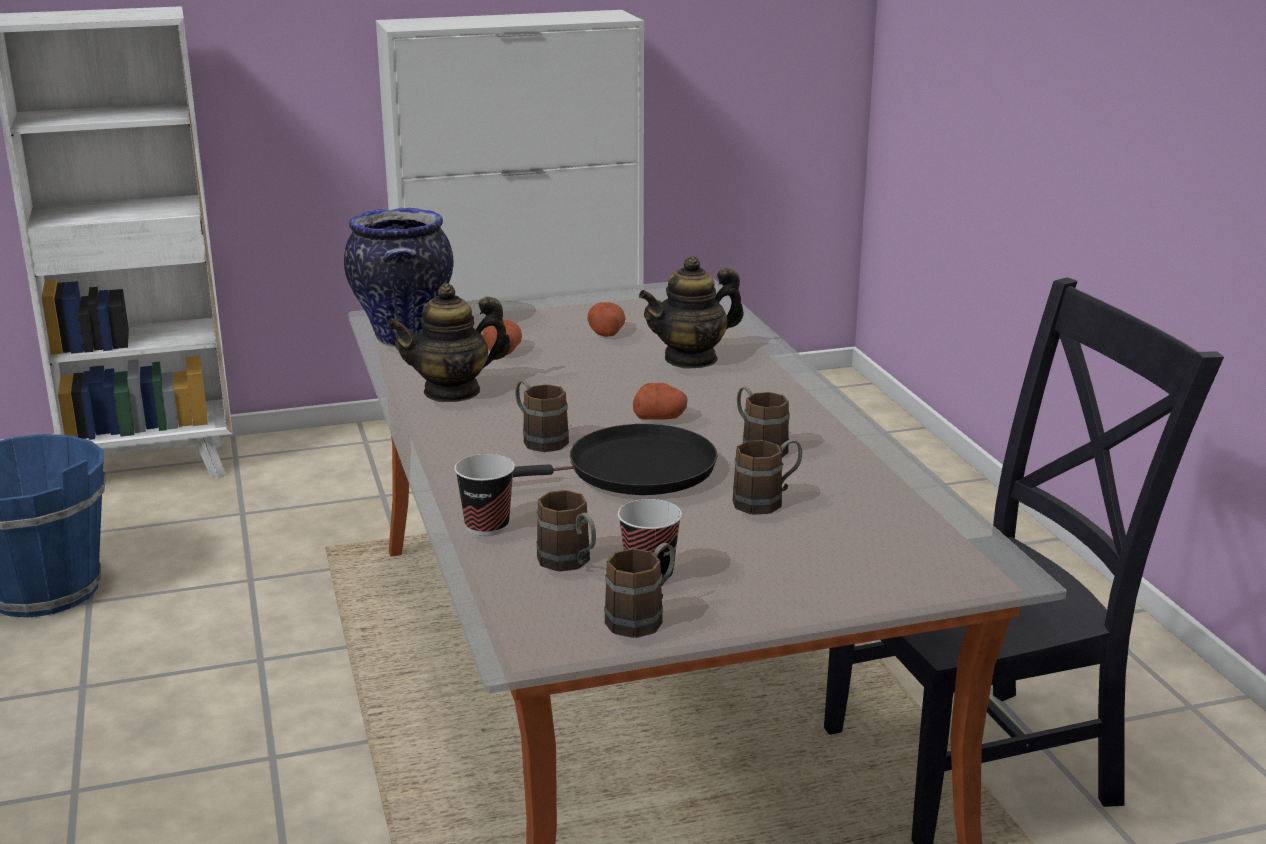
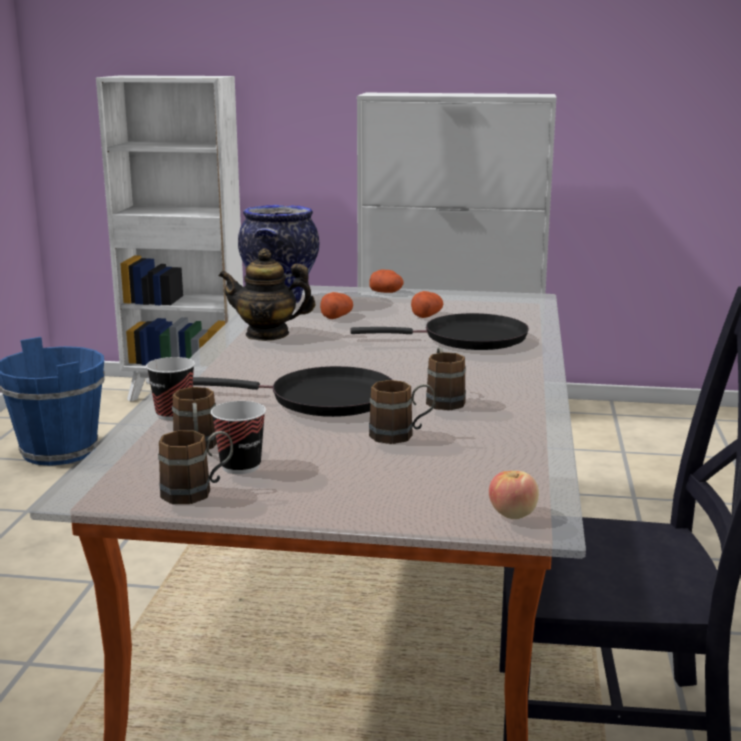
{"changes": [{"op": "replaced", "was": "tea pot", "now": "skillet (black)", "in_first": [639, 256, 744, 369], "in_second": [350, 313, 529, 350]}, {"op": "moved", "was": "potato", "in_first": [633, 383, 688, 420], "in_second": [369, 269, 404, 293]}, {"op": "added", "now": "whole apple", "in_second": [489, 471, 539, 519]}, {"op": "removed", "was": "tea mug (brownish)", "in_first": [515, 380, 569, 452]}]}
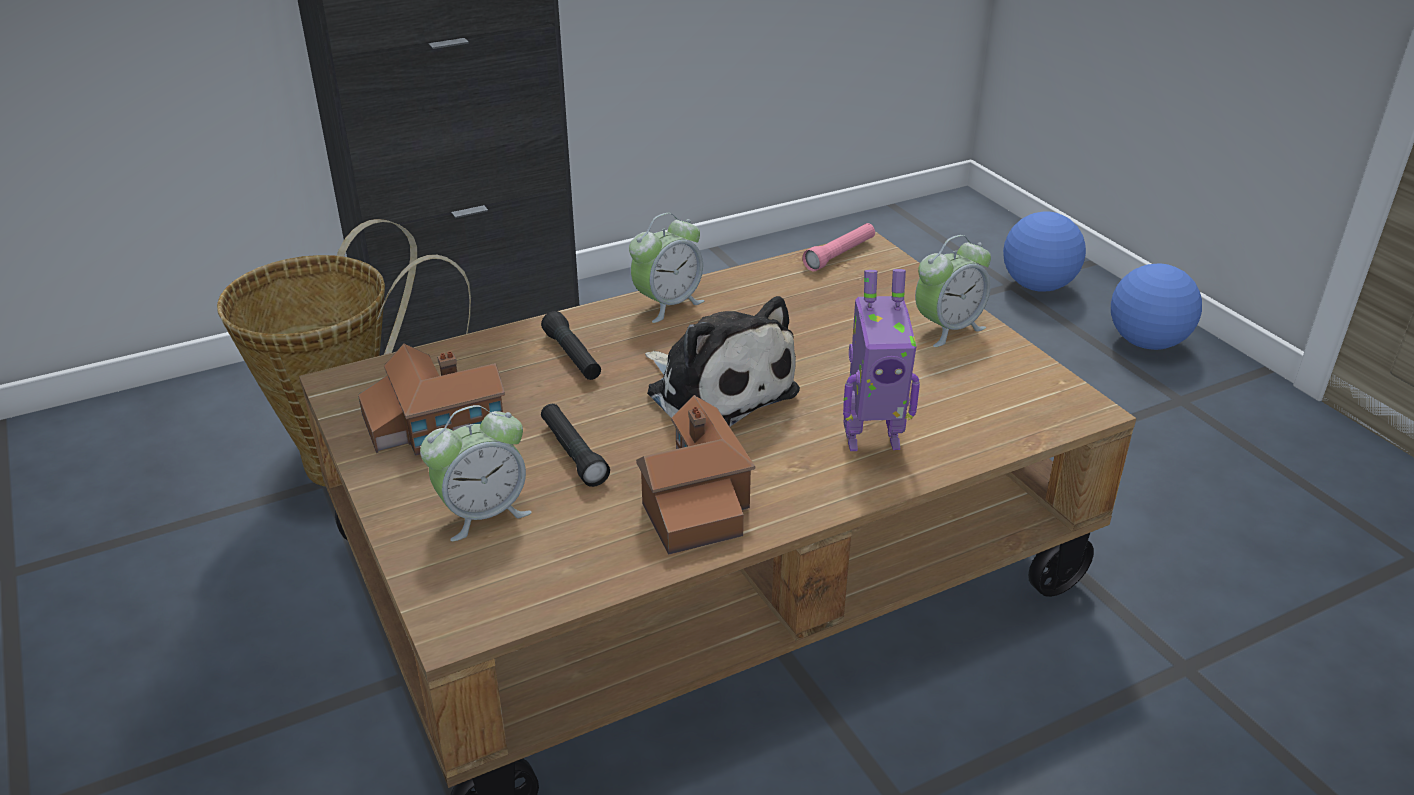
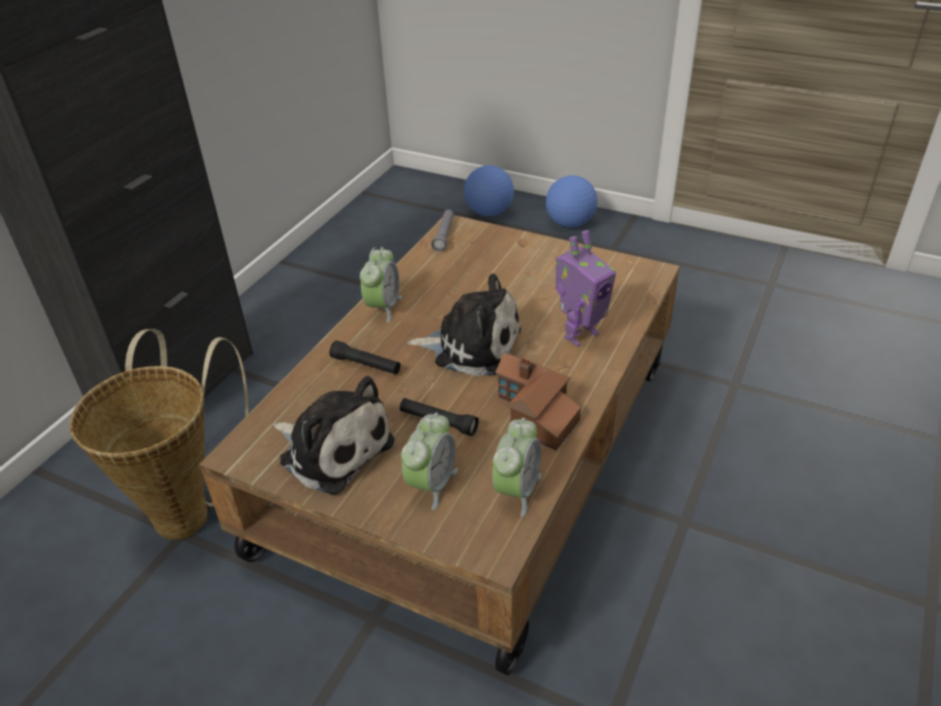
{"changes": [{"op": "replaced", "was": "toy house", "now": "plush toy", "in_first": [358, 343, 505, 456], "in_second": [273, 376, 394, 495]}, {"op": "recoloured", "was": "hand torch (pinkish)", "now": "hand torch (grey)", "in_first": [802, 223, 875, 271], "in_second": [431, 210, 454, 252]}, {"op": "moved", "was": "alarm clock", "in_first": [915, 235, 991, 347], "in_second": [492, 418, 542, 517]}]}
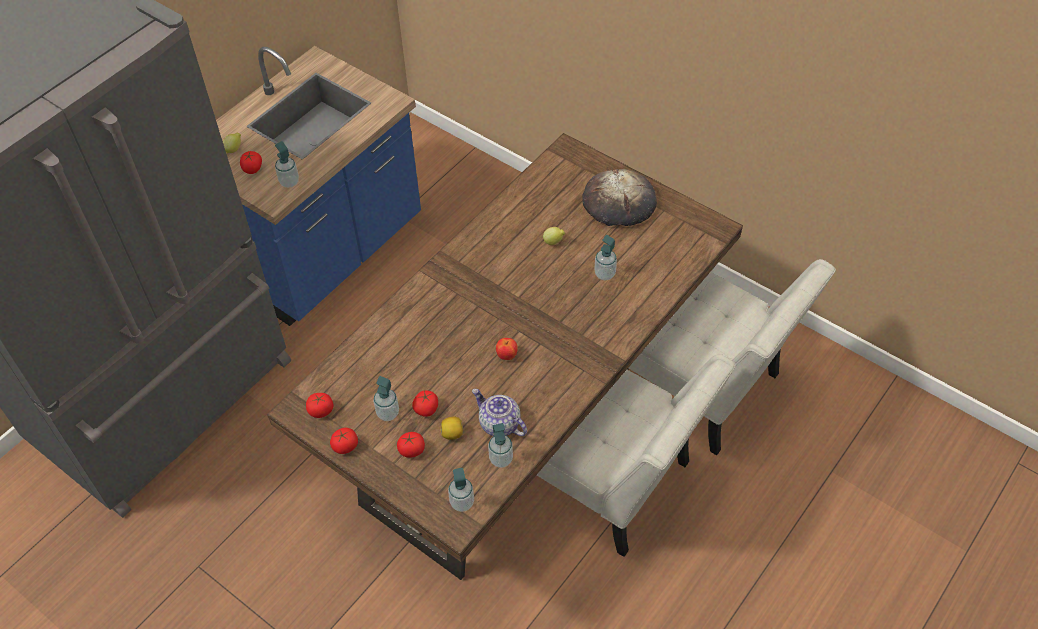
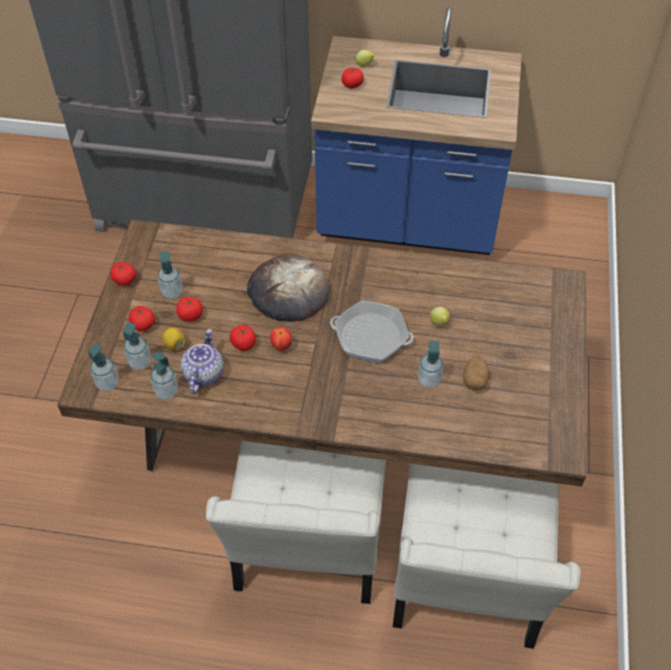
{"changes": [{"op": "moved", "was": "liquid soap bottle", "in_first": [275, 141, 299, 188], "in_second": [123, 322, 151, 370]}, {"op": "moved", "was": "fresh tomato", "in_first": [306, 393, 333, 418], "in_second": [230, 325, 256, 351]}, {"op": "moved", "was": "baked bread", "in_first": [582, 169, 657, 226], "in_second": [247, 255, 330, 322]}, {"op": "added", "now": "skillet", "in_second": [330, 301, 414, 362]}, {"op": "added", "now": "potato", "in_second": [463, 356, 490, 390]}]}
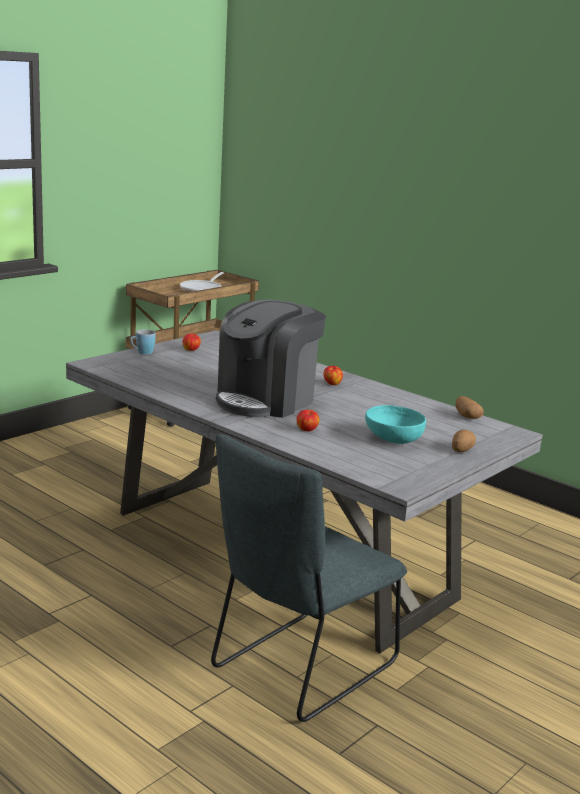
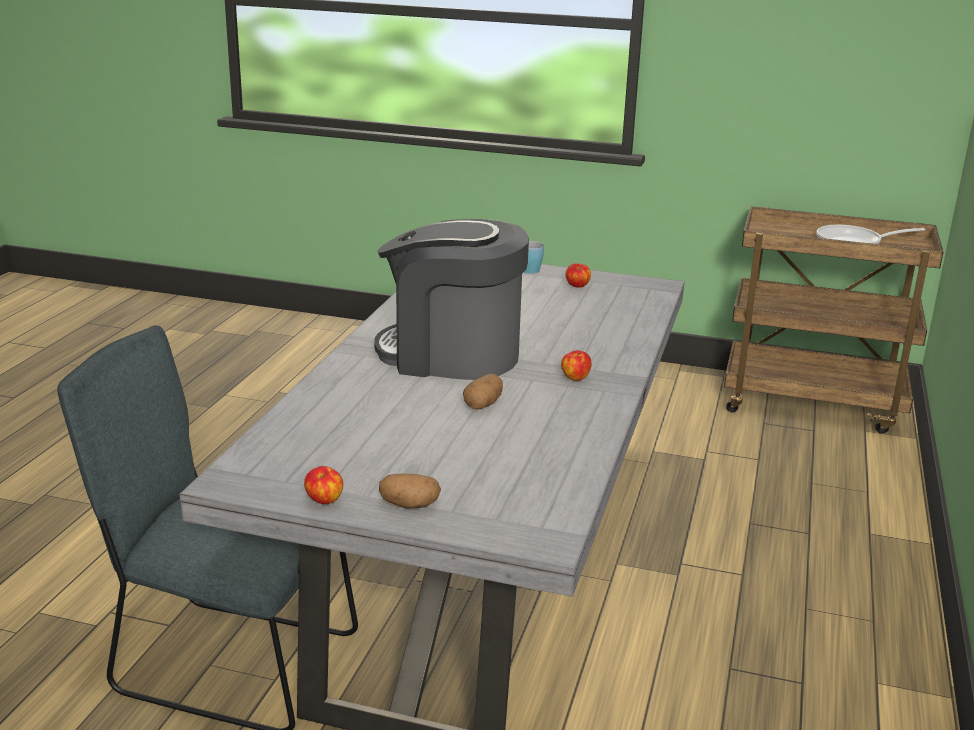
{"changes": [{"op": "moved", "was": "whole apple", "in_first": [296, 410, 320, 431], "in_second": [304, 466, 343, 504]}, {"op": "moved", "was": "potato", "in_first": [456, 396, 484, 419], "in_second": [463, 374, 503, 409]}, {"op": "removed", "was": "serving bowl (blue-green)", "in_first": [365, 405, 426, 444]}]}
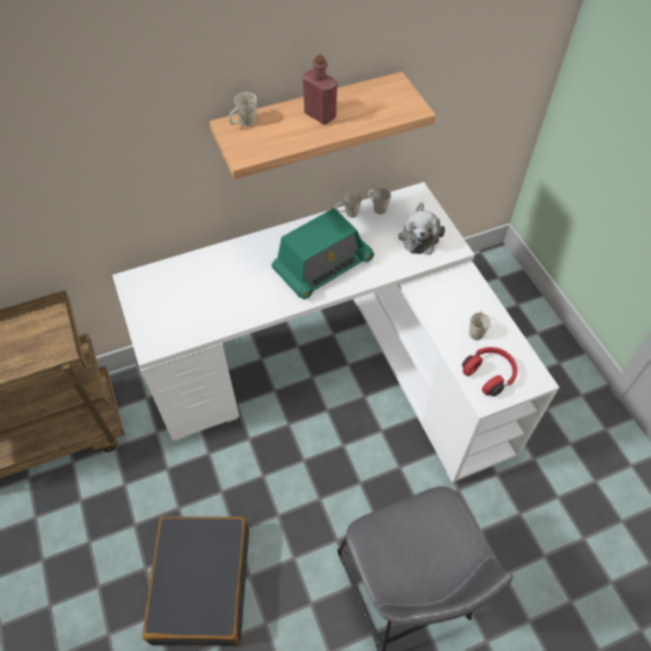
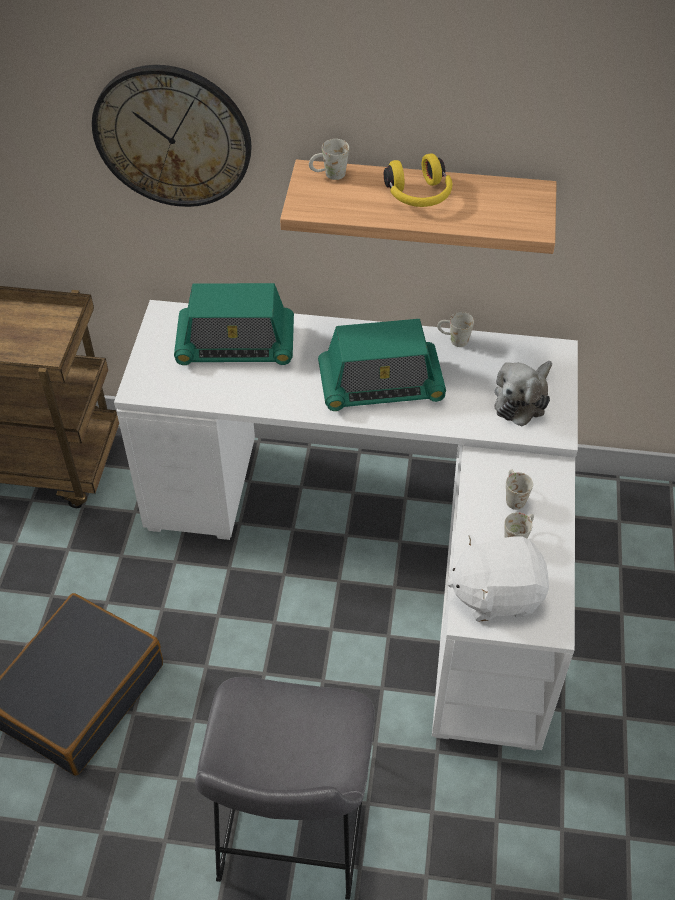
{"changes": [{"op": "added", "now": "wall clock", "in_second": [92, 65, 252, 207]}, {"op": "added", "now": "radio set", "in_second": [174, 283, 294, 365]}, {"op": "replaced", "was": "drink bottle (red)", "now": "headphones (yellowish)", "in_first": [303, 54, 337, 125], "in_second": [384, 154, 453, 207]}, {"op": "replaced", "was": "headphones (red)", "now": "plush toy (white-coloured)", "in_first": [462, 347, 517, 396], "in_second": [447, 534, 549, 622]}, {"op": "moved", "was": "tea mug (white-coloured)", "in_first": [368, 188, 391, 214], "in_second": [506, 469, 533, 510]}]}
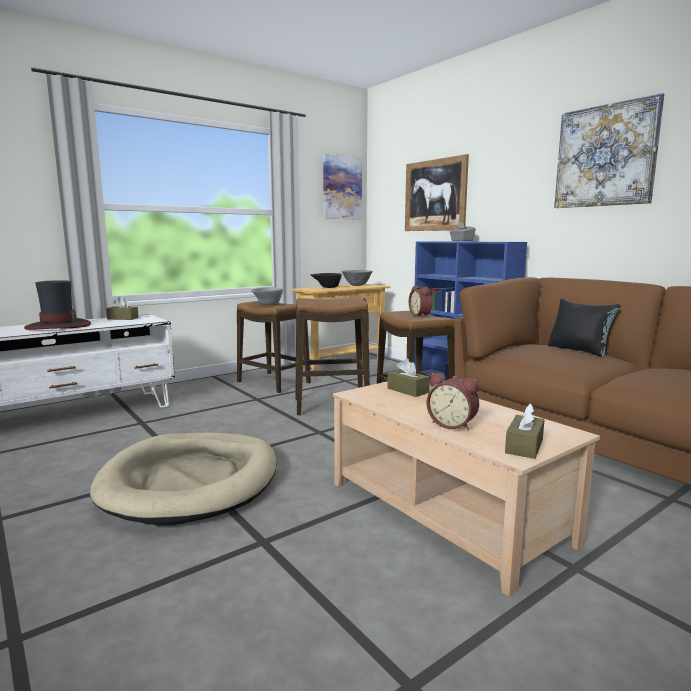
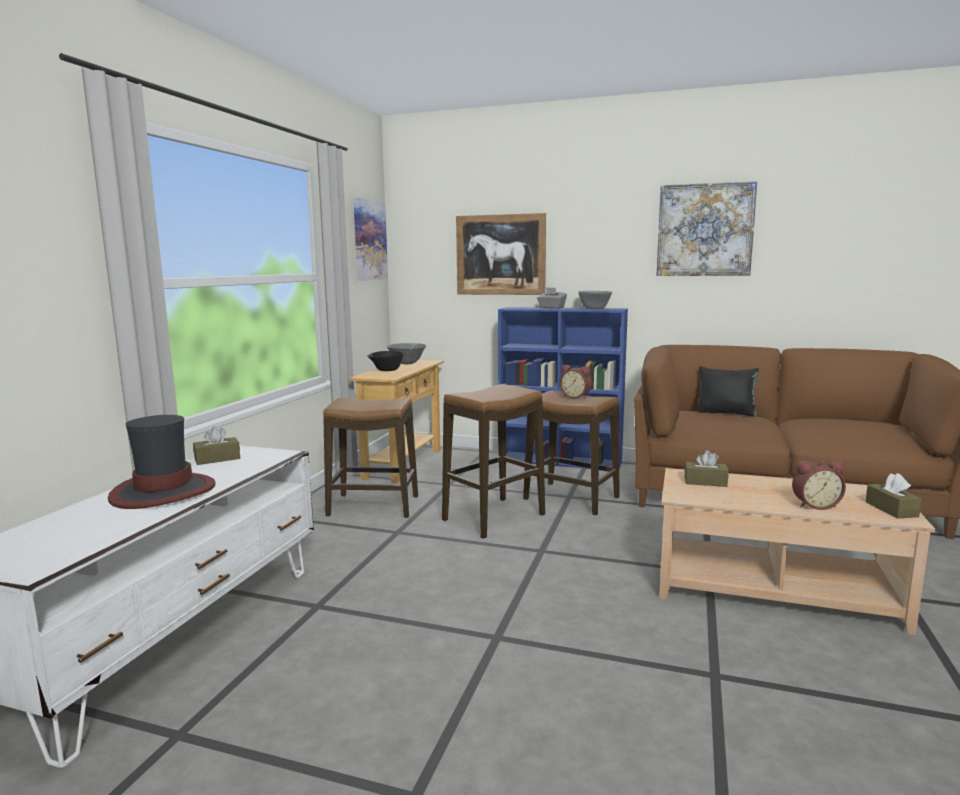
{"changes": [{"op": "moved", "was": "serving bowl (grey)", "in_first": [251, 287, 283, 305], "in_second": [578, 291, 612, 309]}, {"op": "removed", "was": "dog bed (sand-coloured)", "in_first": [90, 432, 276, 525]}]}
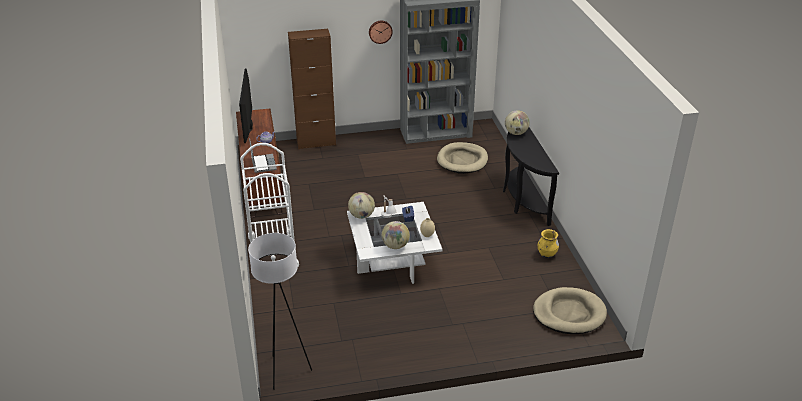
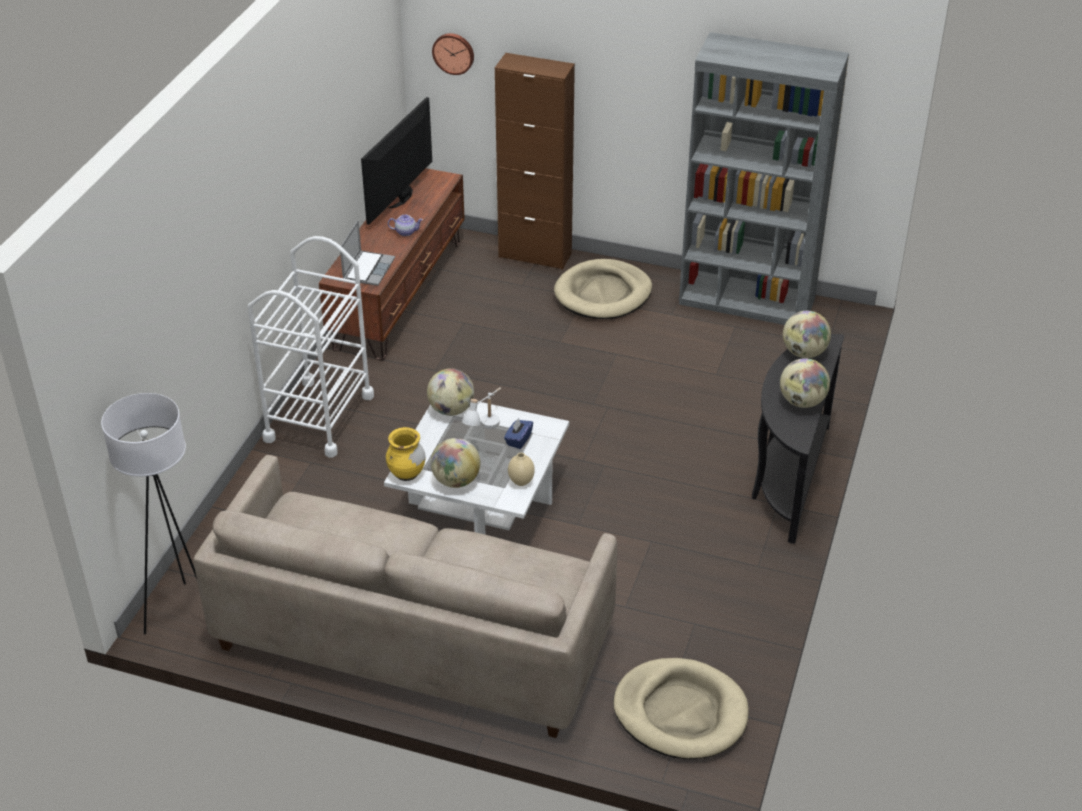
{"changes": [{"op": "added", "now": "sofa (sand-coloured)", "in_second": [193, 455, 617, 738]}, {"op": "moved", "was": "decorative vase (yellowish)", "in_first": [538, 229, 559, 258], "in_second": [386, 427, 426, 481]}, {"op": "moved", "was": "wall clock", "in_first": [369, 21, 393, 44], "in_second": [432, 33, 474, 75]}, {"op": "moved", "was": "dog bed (sand-coloured)", "in_first": [437, 142, 488, 174], "in_second": [554, 259, 652, 319]}, {"op": "added", "now": "globe", "in_second": [780, 358, 830, 408]}]}
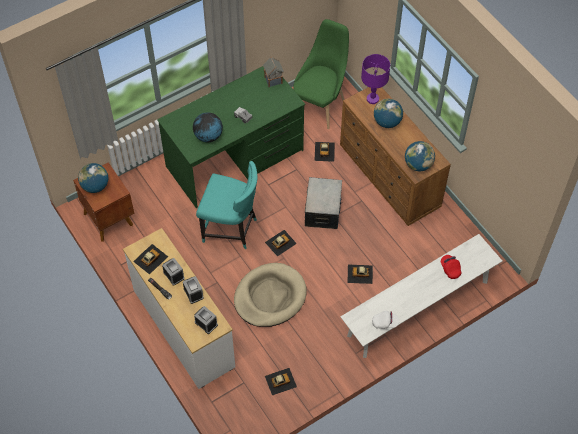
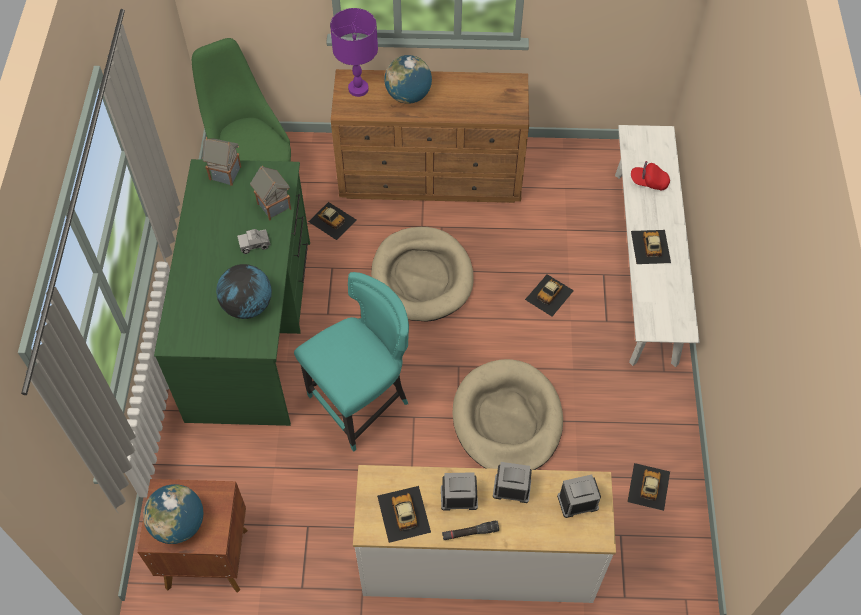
{"changes": [{"op": "added", "now": "toy house", "in_second": [250, 166, 291, 220]}, {"op": "replaced", "was": "storage box", "now": "dog bed (sand-coloured)", "in_first": [305, 177, 342, 229], "in_second": [371, 227, 473, 321]}, {"op": "moved", "was": "toy car", "in_first": [265, 230, 297, 256], "in_second": [631, 230, 671, 264]}, {"op": "removed", "was": "peaked cap (white-coloured)", "in_first": [372, 311, 400, 329]}, {"op": "removed", "was": "globe", "in_first": [405, 141, 435, 171]}]}
